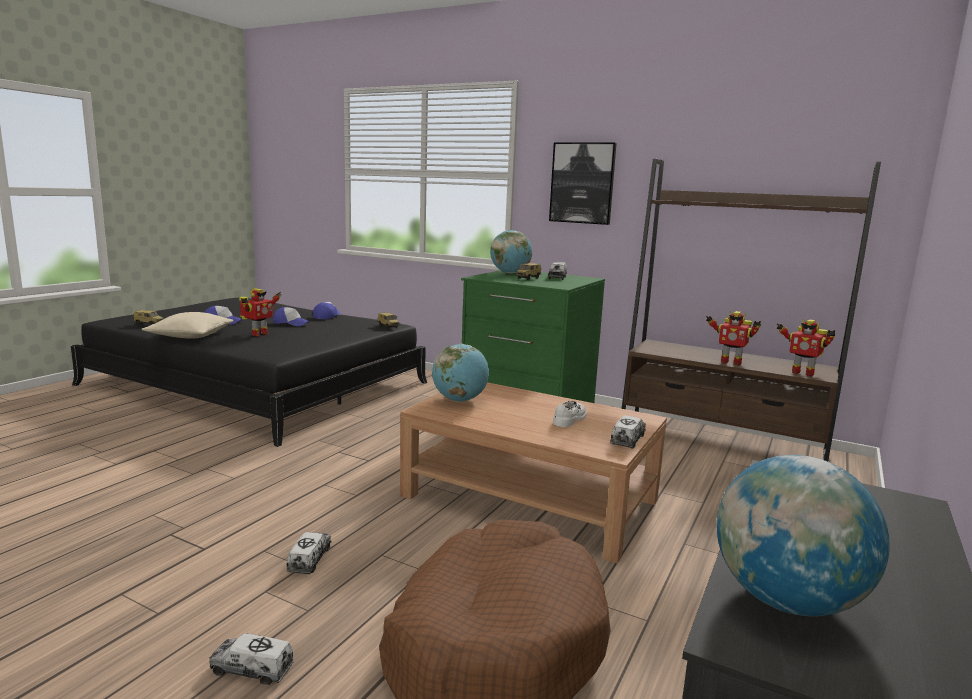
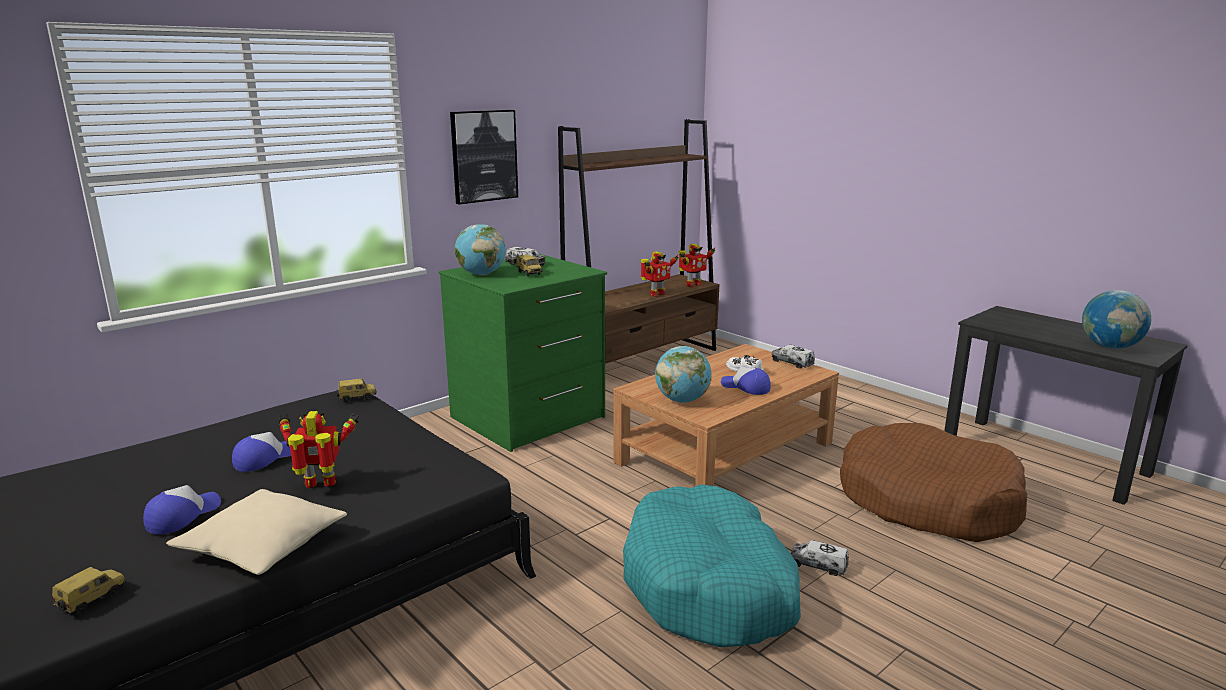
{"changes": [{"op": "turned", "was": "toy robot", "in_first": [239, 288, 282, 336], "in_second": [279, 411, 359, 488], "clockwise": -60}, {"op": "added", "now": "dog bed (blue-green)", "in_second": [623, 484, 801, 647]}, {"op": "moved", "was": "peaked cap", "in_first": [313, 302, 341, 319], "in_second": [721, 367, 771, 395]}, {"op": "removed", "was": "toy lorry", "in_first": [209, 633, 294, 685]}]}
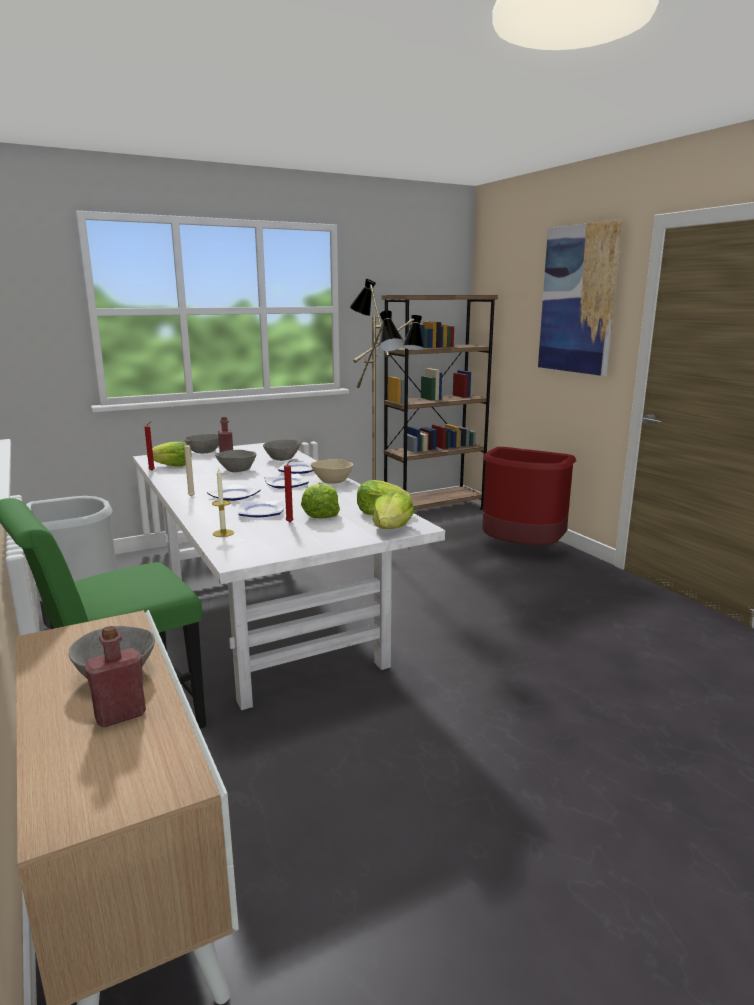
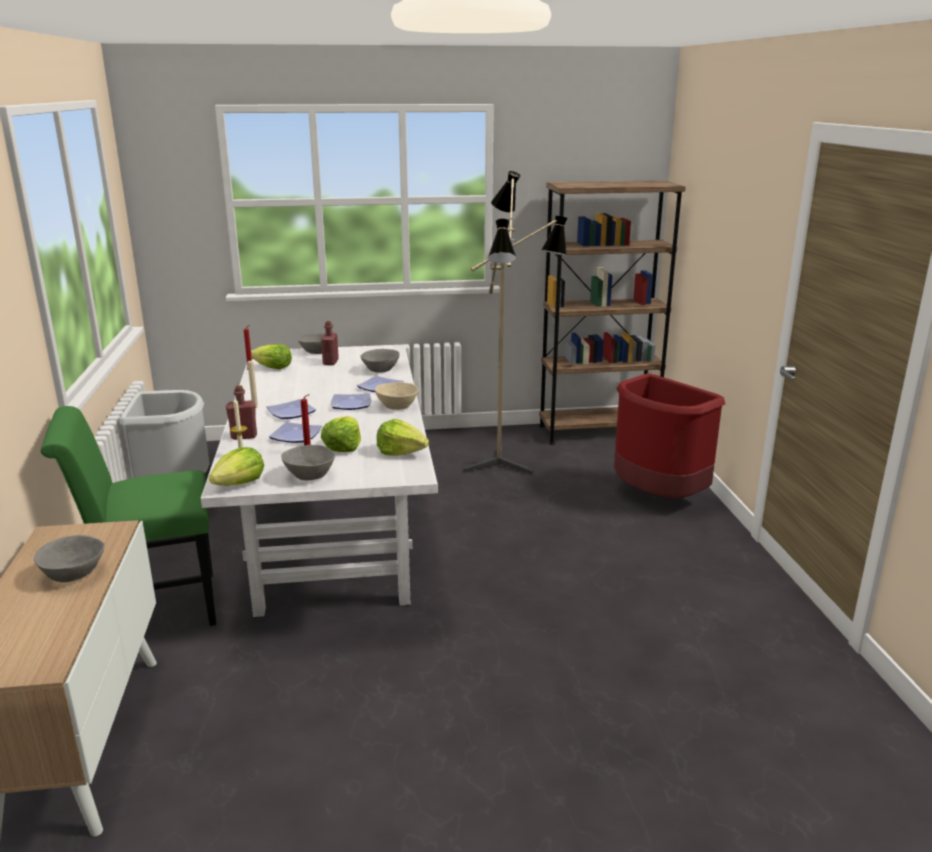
{"changes": [{"op": "moved", "was": "head of lettuce", "in_first": [372, 492, 414, 529], "in_second": [209, 447, 264, 486]}, {"op": "moved", "was": "drink bottle (red)", "in_first": [84, 626, 146, 727], "in_second": [226, 385, 257, 440]}, {"op": "moved", "was": "serving bowl (grey)", "in_first": [215, 450, 257, 472], "in_second": [281, 445, 335, 480]}, {"op": "removed", "was": "wall picture", "in_first": [538, 219, 623, 376]}]}
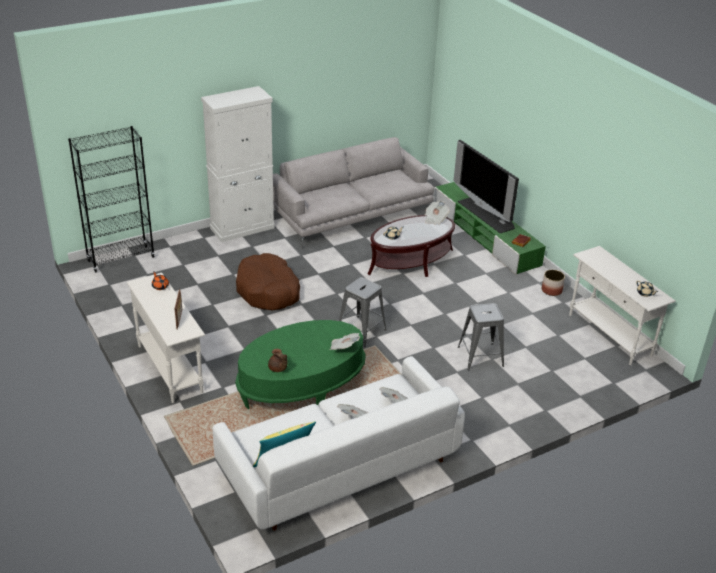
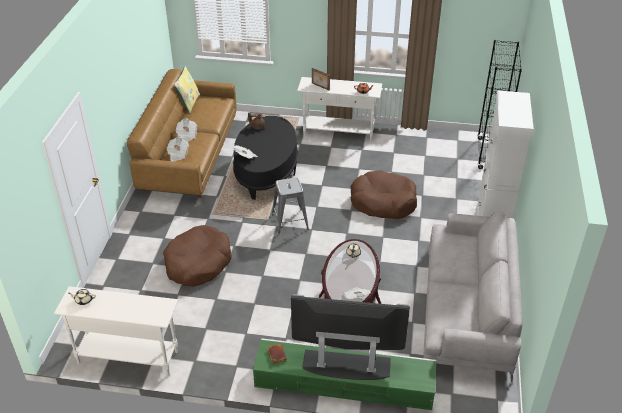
{"changes": [{"op": "recoloured", "was": "sofa (white-coloured)", "now": "sofa (brownish)", "in_first": [213, 356, 465, 531], "in_second": [126, 69, 237, 198]}, {"op": "replaced", "was": "stool (grey)", "now": "dog bed (brownish)", "in_first": [458, 303, 504, 370], "in_second": [163, 225, 232, 287]}, {"op": "recoloured", "was": "lounge table (green-coloured)", "now": "lounge table (black)", "in_first": [235, 320, 366, 409], "in_second": [233, 116, 298, 200]}, {"op": "removed", "was": "planter", "in_first": [542, 270, 565, 296]}]}
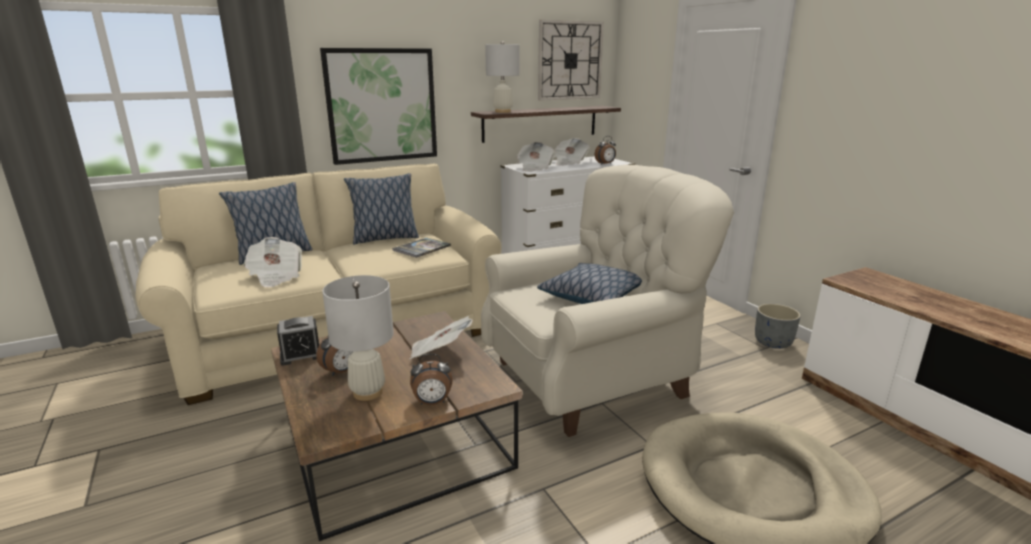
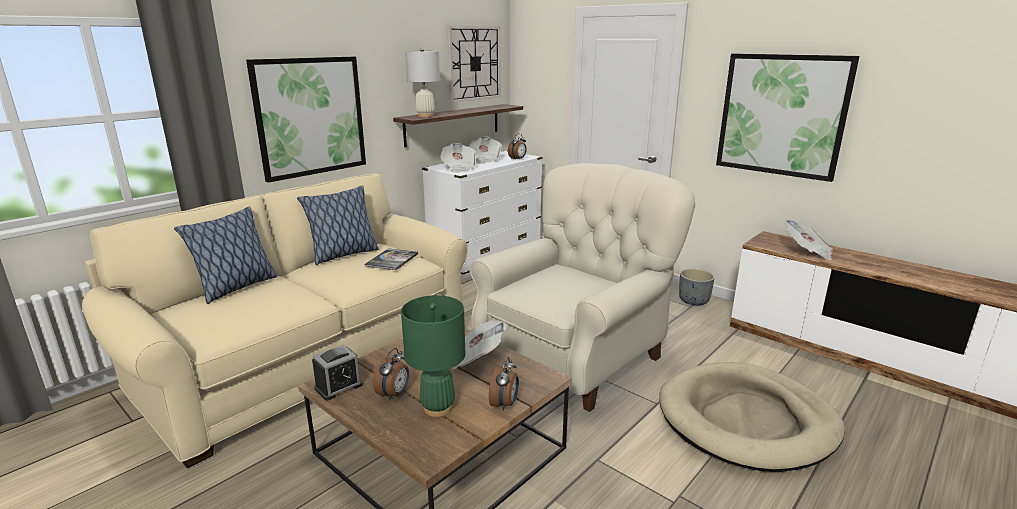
{"changes": [{"op": "recoloured", "was": "tabletop lamp (white-coloured)", "now": "tabletop lamp (green-coloured)", "in_first": [322, 275, 394, 401], "in_second": [401, 295, 465, 417]}, {"op": "turned", "was": "alarm clock", "in_first": [410, 354, 453, 405], "in_second": [489, 357, 519, 411], "clockwise": -45}, {"op": "added", "now": "wall picture", "in_second": [716, 54, 860, 182]}, {"op": "moved", "was": "newspaper", "in_first": [243, 237, 302, 288], "in_second": [786, 219, 833, 260]}, {"op": "removed", "was": "cushion", "in_first": [537, 263, 642, 304]}]}
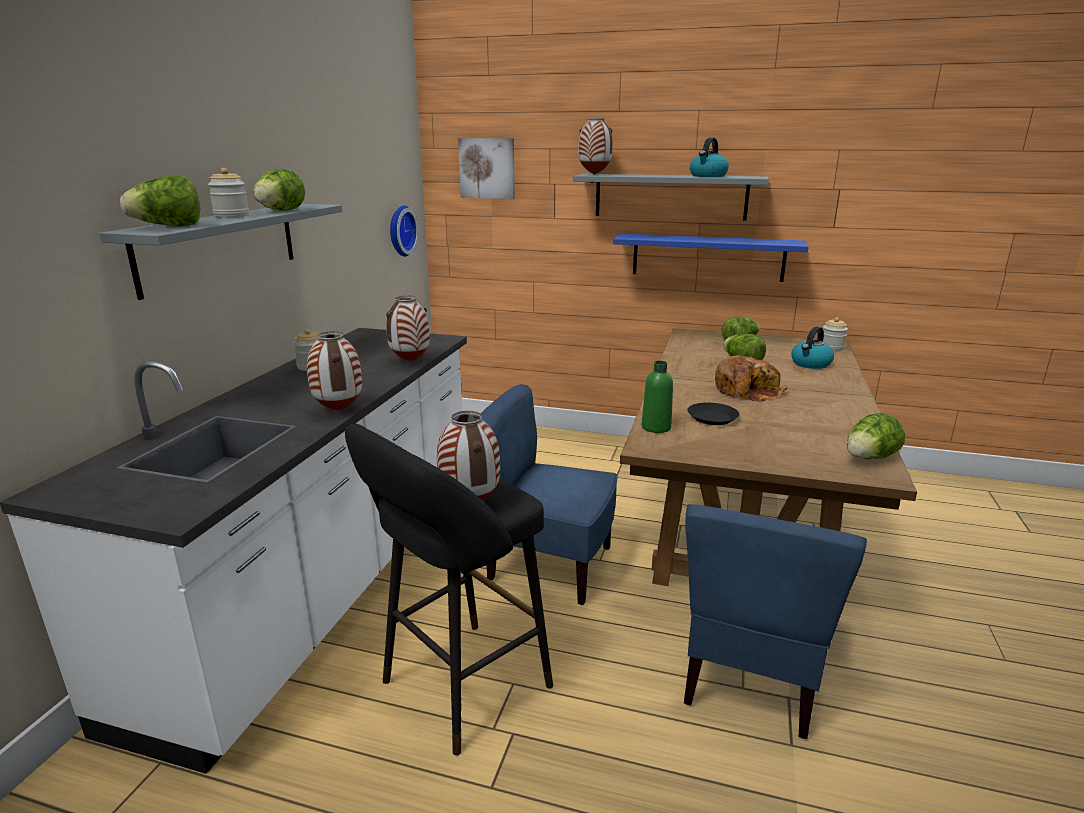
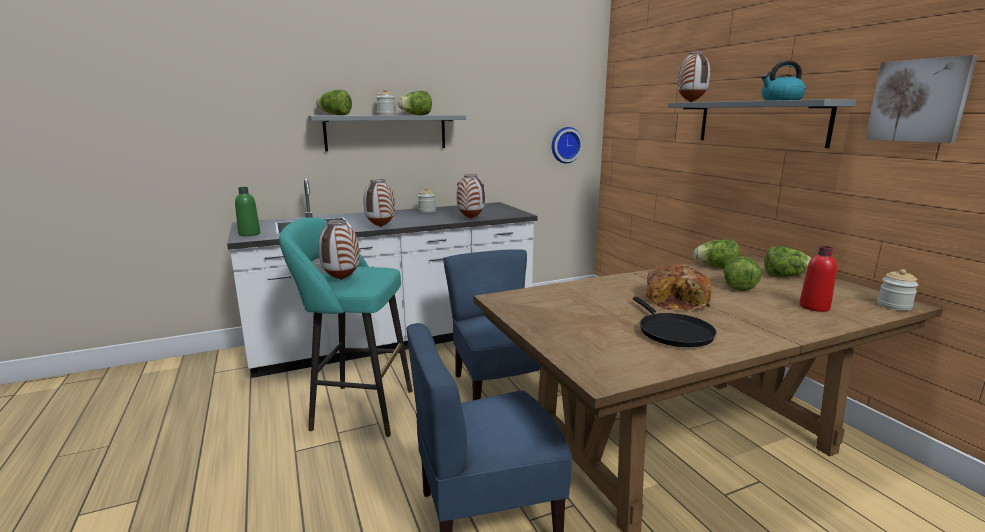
{"changes": [{"op": "moved", "was": "drink bottle (green-coloured)", "in_first": [642, 361, 673, 433], "in_second": [235, 187, 260, 236]}, {"op": "recoloured", "was": "stool (black)", "now": "stool (blue-green)", "in_first": [345, 424, 553, 756], "in_second": [279, 217, 413, 437]}, {"op": "added", "now": "skillet (black)", "in_second": [633, 297, 717, 347]}, {"op": "moved", "was": "head of lettuce", "in_first": [847, 413, 905, 460], "in_second": [694, 239, 739, 268]}, {"op": "replaced", "was": "kettle", "now": "drink bottle (red)", "in_first": [791, 327, 834, 369], "in_second": [799, 246, 837, 312]}, {"op": "moved", "was": "wall picture", "in_first": [458, 138, 515, 199], "in_second": [865, 55, 978, 143]}, {"op": "removed", "was": "shelf (bluish)", "in_first": [613, 234, 808, 282]}, {"op": "removed", "was": "flat dish (black)", "in_first": [687, 403, 739, 425]}]}
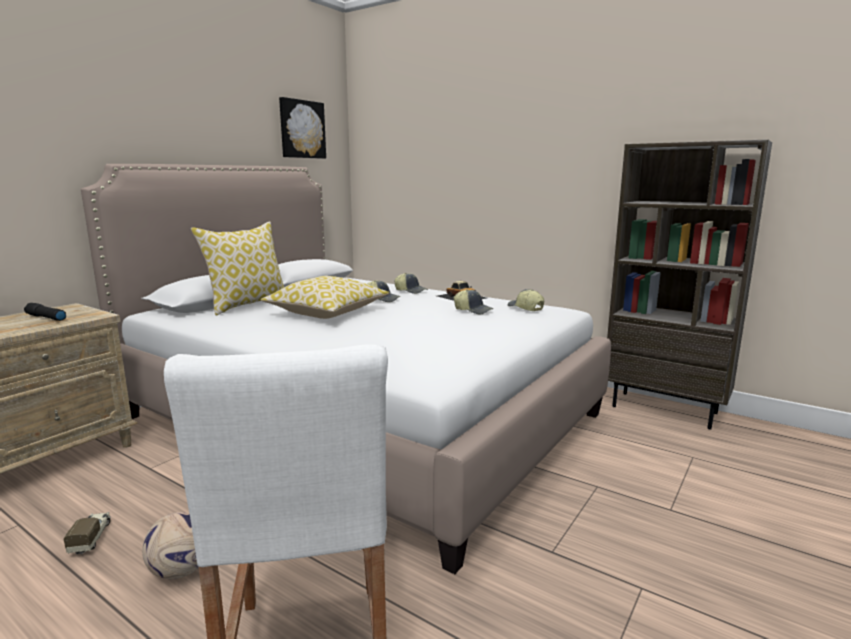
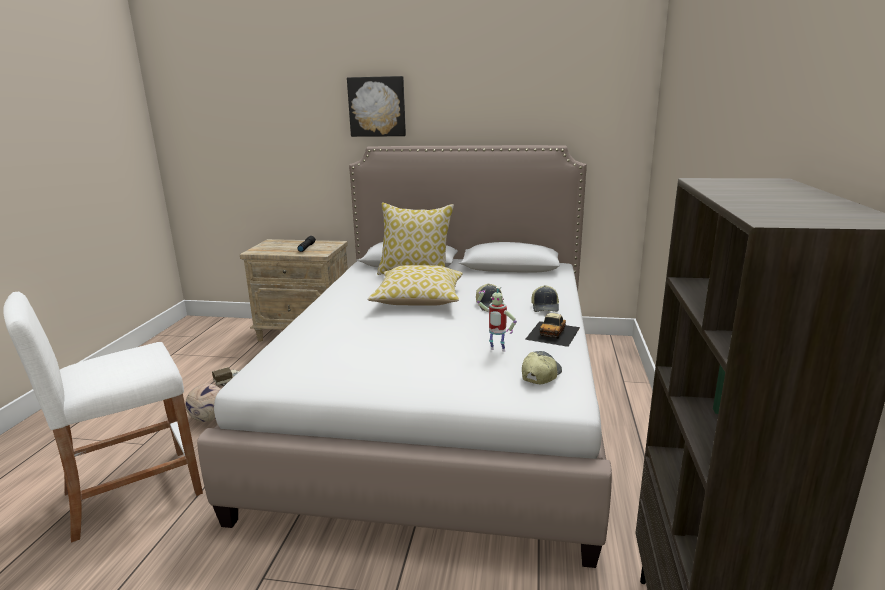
{"changes": [{"op": "moved", "was": "wall picture", "in_first": [279, 97, 326, 159], "in_second": [347, 76, 406, 137]}, {"op": "replaced", "was": "peaked cap", "now": "toy robot", "in_first": [454, 289, 493, 314], "in_second": [477, 287, 517, 352]}]}
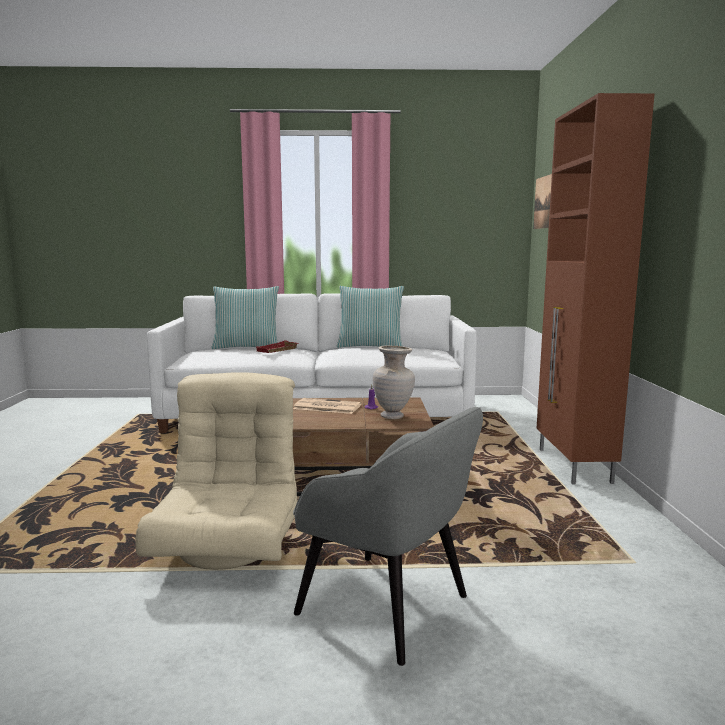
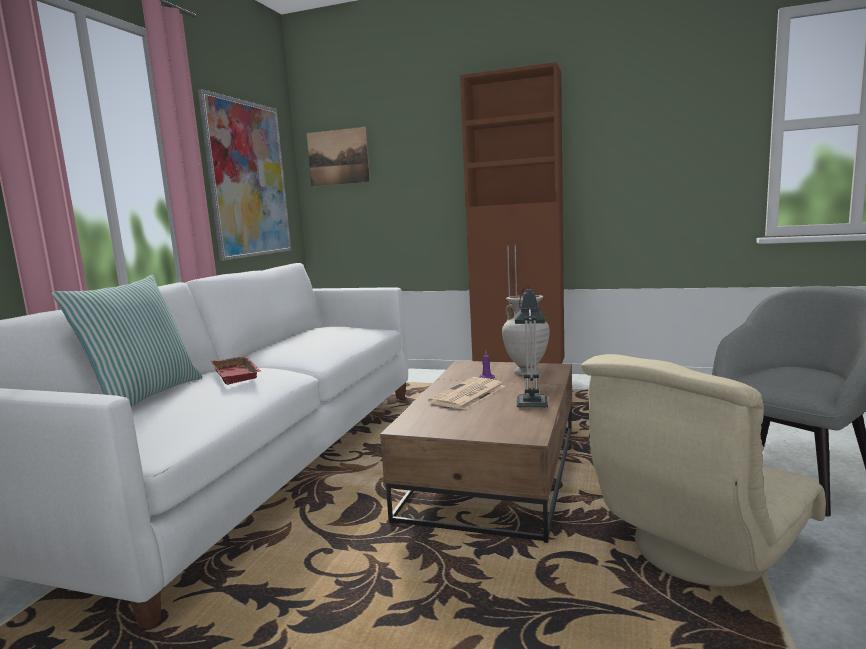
{"changes": [{"op": "added", "now": "wall picture", "in_second": [198, 89, 291, 261]}, {"op": "added", "now": "tabletop lamp", "in_second": [514, 285, 548, 408]}, {"op": "turned", "was": "armchair (sand-coloured)", "in_first": [135, 372, 298, 570], "in_second": [581, 354, 826, 587], "clockwise": -60}, {"op": "removed", "was": "cushion", "in_first": [337, 286, 404, 348]}]}
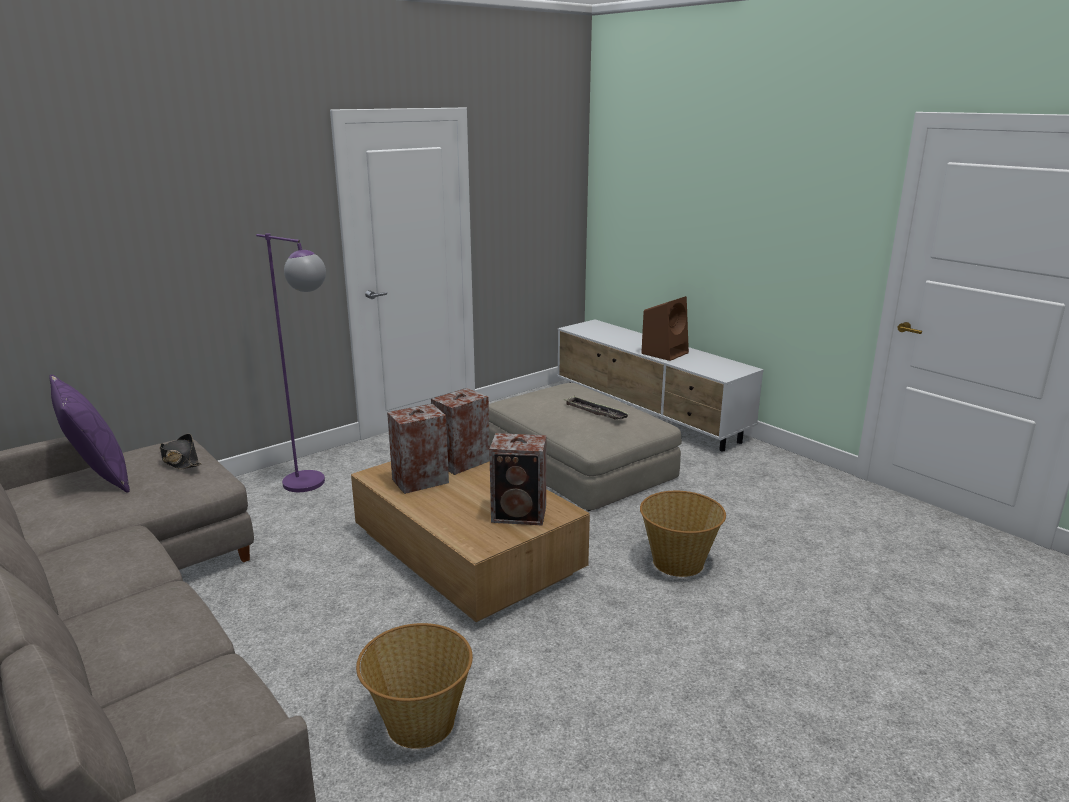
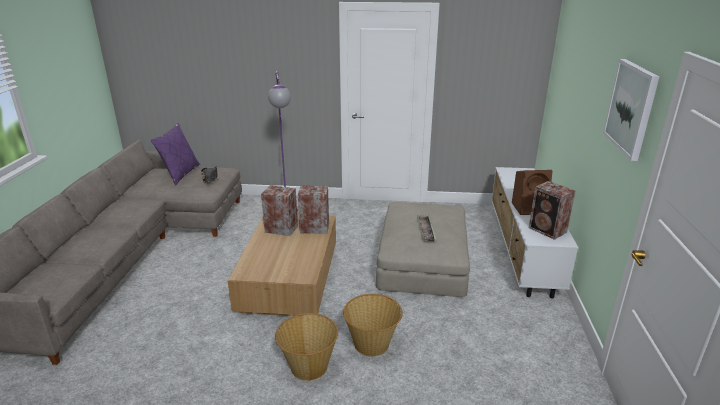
{"changes": [{"op": "moved", "was": "storage basket", "in_first": [356, 623, 473, 749], "in_second": [275, 313, 338, 381]}, {"op": "moved", "was": "speaker", "in_first": [489, 433, 547, 526], "in_second": [529, 181, 575, 240]}, {"op": "added", "now": "wall picture", "in_second": [603, 59, 659, 161]}]}
